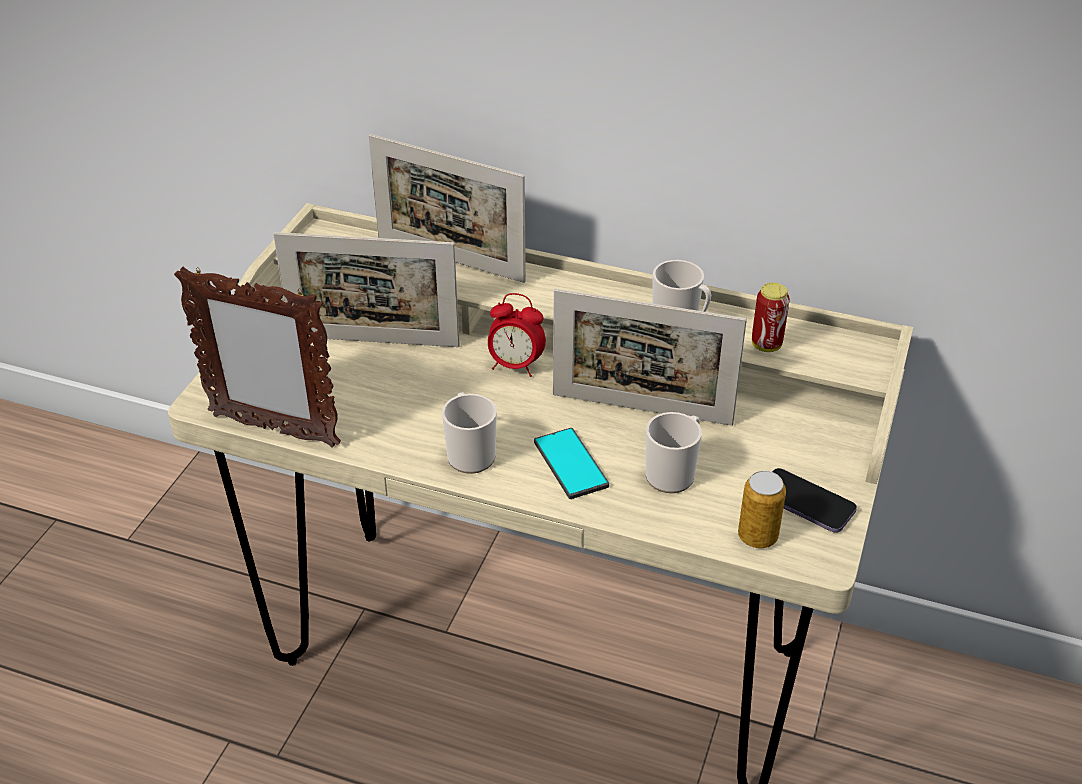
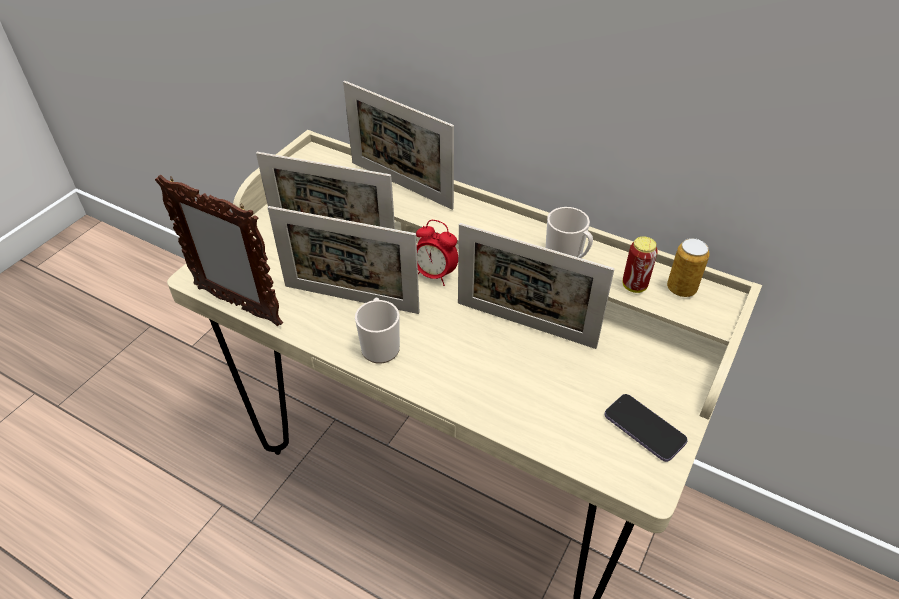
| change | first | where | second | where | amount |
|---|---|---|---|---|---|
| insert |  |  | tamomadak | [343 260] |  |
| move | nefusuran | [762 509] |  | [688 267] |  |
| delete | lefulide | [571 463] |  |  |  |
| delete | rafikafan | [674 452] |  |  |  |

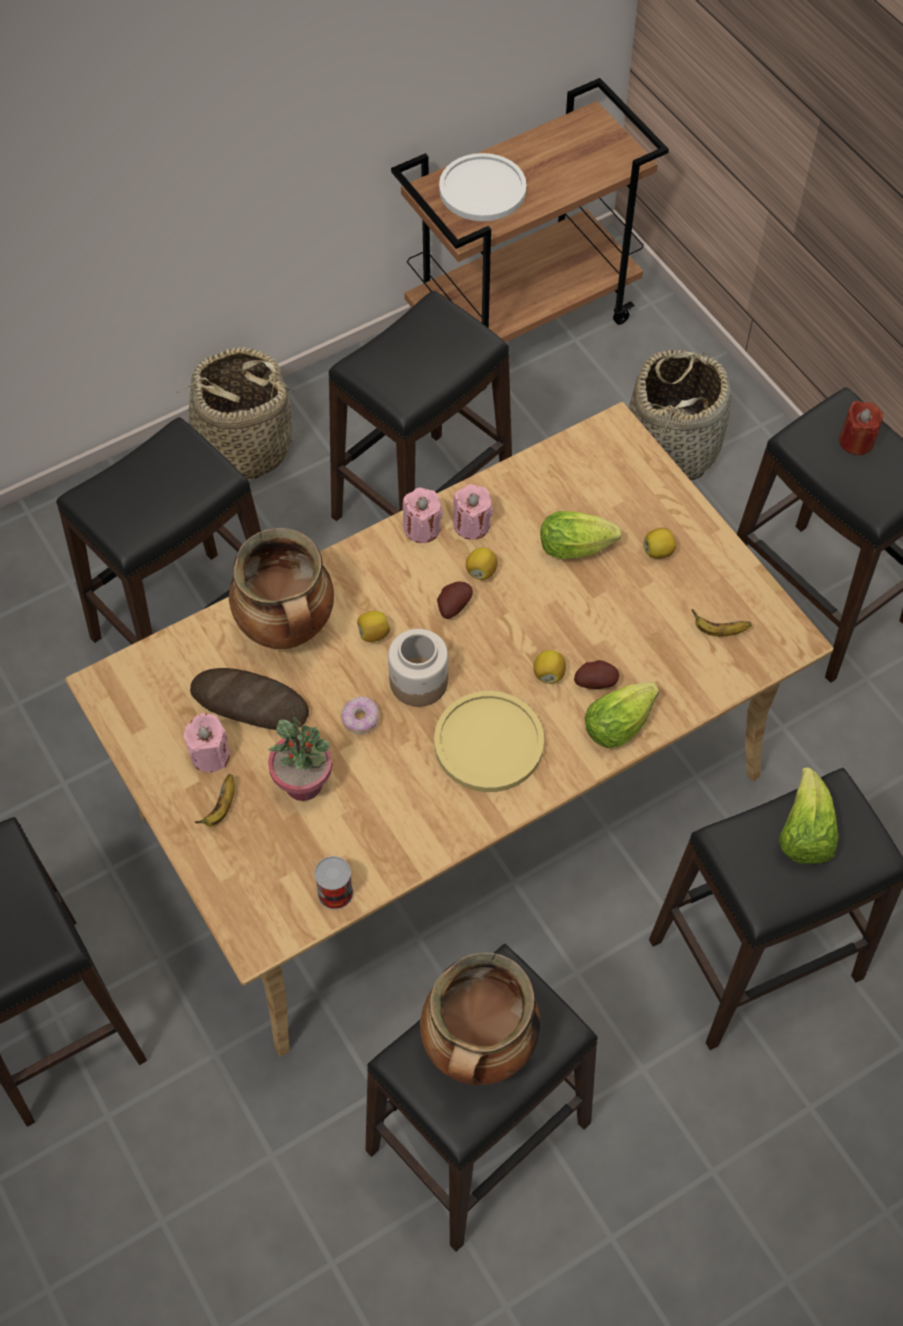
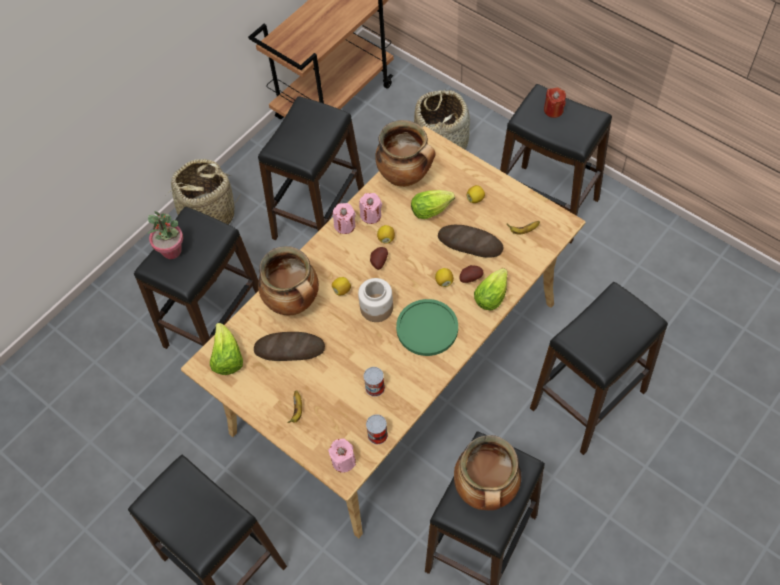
| change | first | where | second | where | amount |
|---|---|---|---|---|---|
| move | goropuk | [300 758] |  | [165 235] |  |
| move | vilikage | [809 816] |  | [226 349] |  |
| move | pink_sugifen | [206 743] |  | [342 456] |  |
| insert |  |  | nefusuran | [374 382] |  |
| insert |  |  | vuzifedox | [405 153] |  |
| recolor | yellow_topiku | [489 741] | green_topiku | [427 327] |  |
| insert |  |  | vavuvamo | [470 241] |  |
| delete | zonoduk | [360 715] |  |  |  |
| delete | white_topiku | [482 187] |  |  |  |

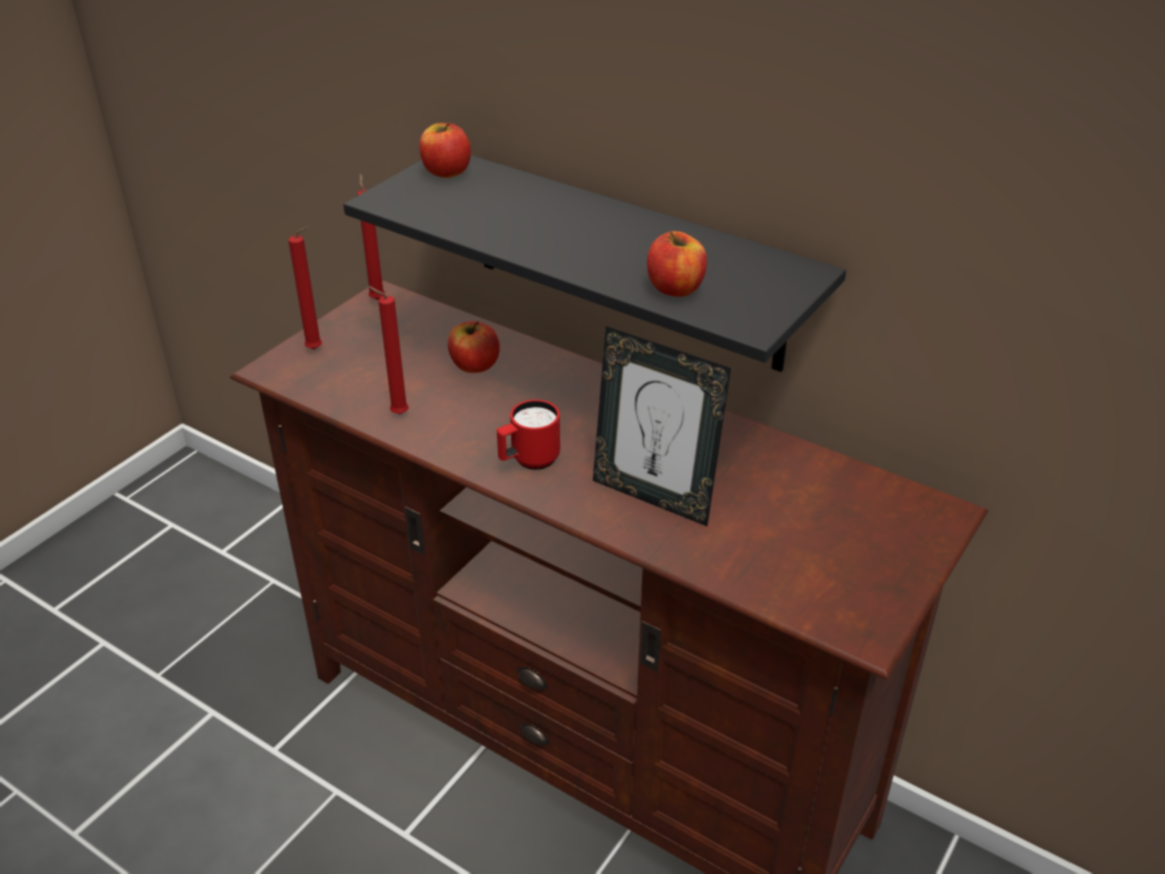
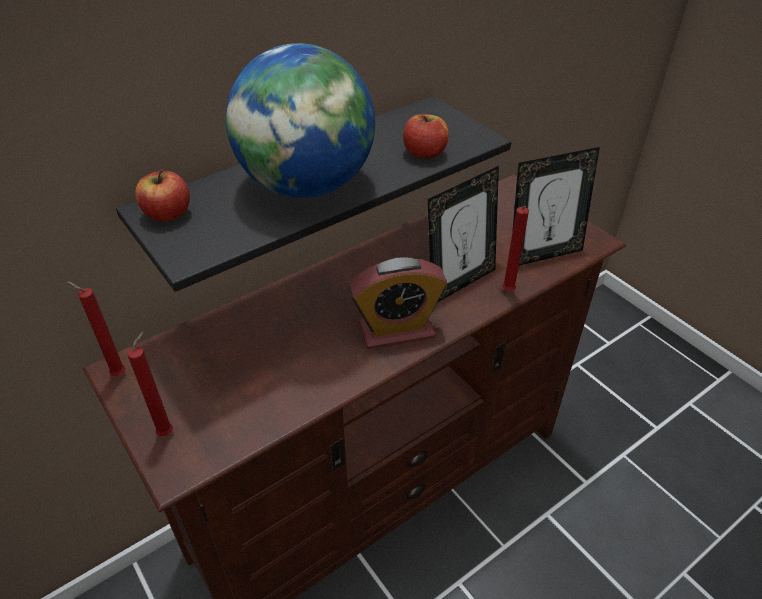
| change | first | where | second | where | amount |
|---|---|---|---|---|---|
| insert |  |  | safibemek | [300 120] |  |
| replace | red_rafikafan | [528 435] | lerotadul | [398 303] |  |
| move | red_sugifen | [388 350] |  | [515 248] |  |
| insert |  |  | tamomadak | [556 206] |  |
| delete | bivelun | [474 347] |  |  |  |

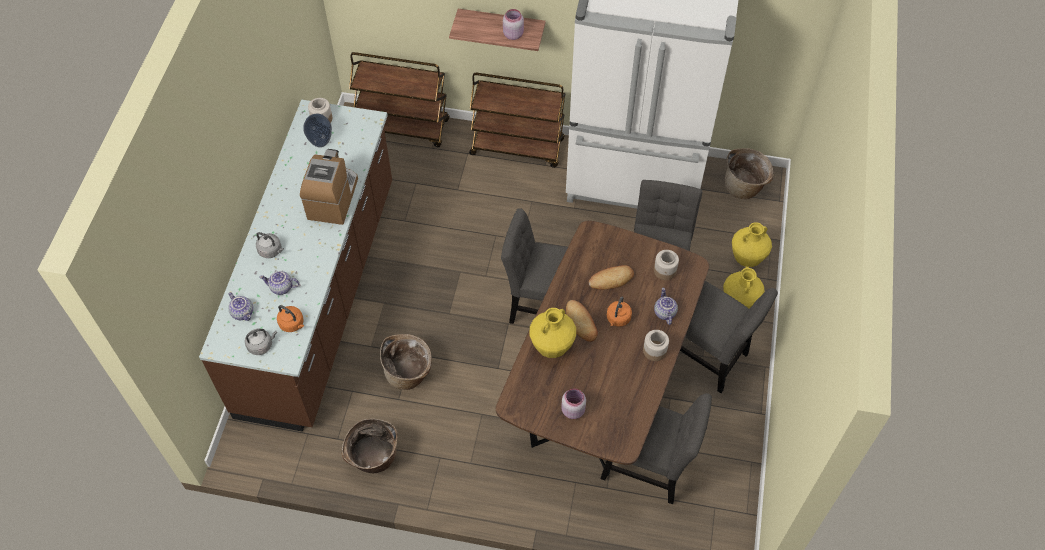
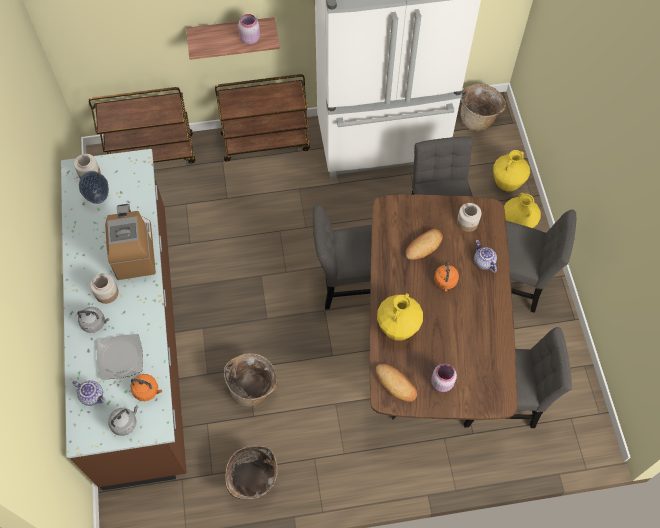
| change | first | where | second | where | amount |
|---|---|---|---|---|---|
| move | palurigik | [656 345] |  | [104 288] |  |
| replace | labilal | [279 283] | topiku | [120 356] |  |
| move | vavuvamo | [582 321] |  | [396 383] |  |

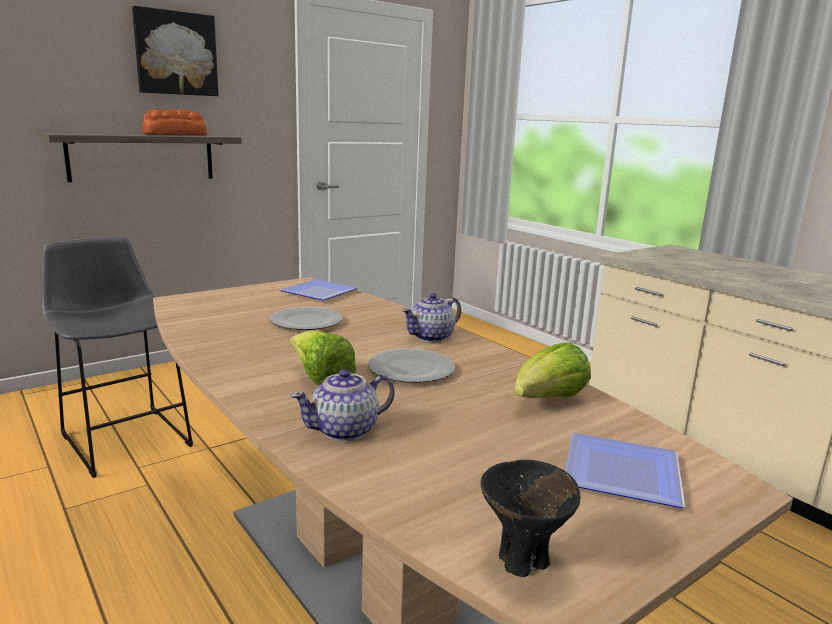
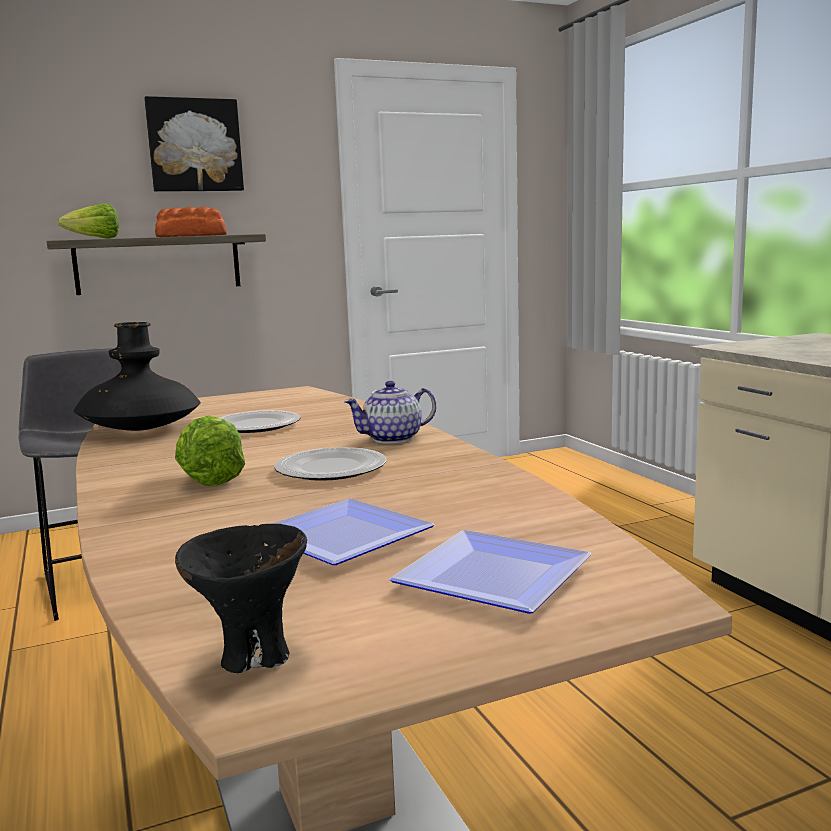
| change | first | where | second | where | amount |
|---|---|---|---|---|---|
| move | vilikage | [553 370] |  | [88 221] |  |
| insert |  |  | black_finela | [137 376] |  |
| move | topiku | [319 289] |  | [353 532] |  |
| delete | labilal | [342 405] |  |  |  |

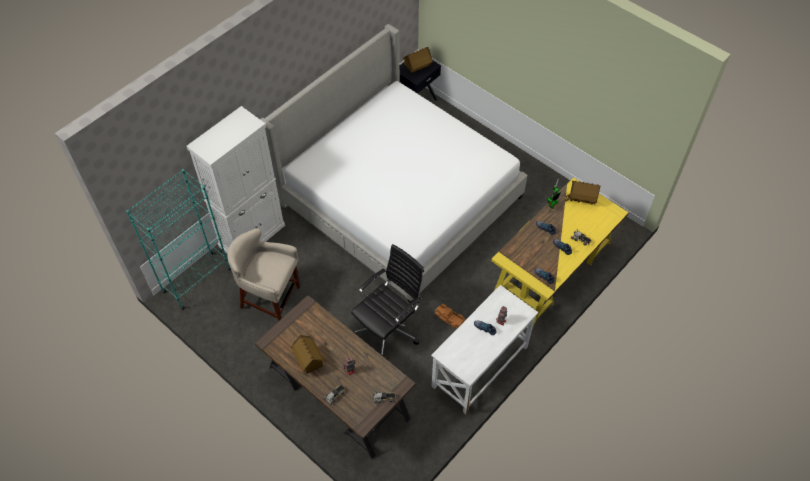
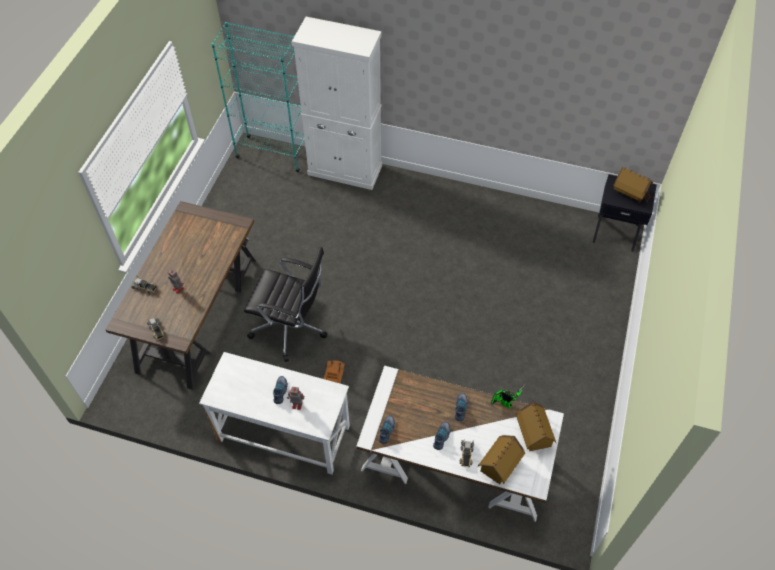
| change | first | where | second | where | amount |
|---|---|---|---|---|---|
| recolor | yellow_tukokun | [560 252] | white_tukokun | [460 444] |  |
| move | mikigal | [308 354] |  | [501 459] |  |
| delete | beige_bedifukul | [263 274] |  |  |  |
| delete | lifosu | [394 163] |  |  |  |

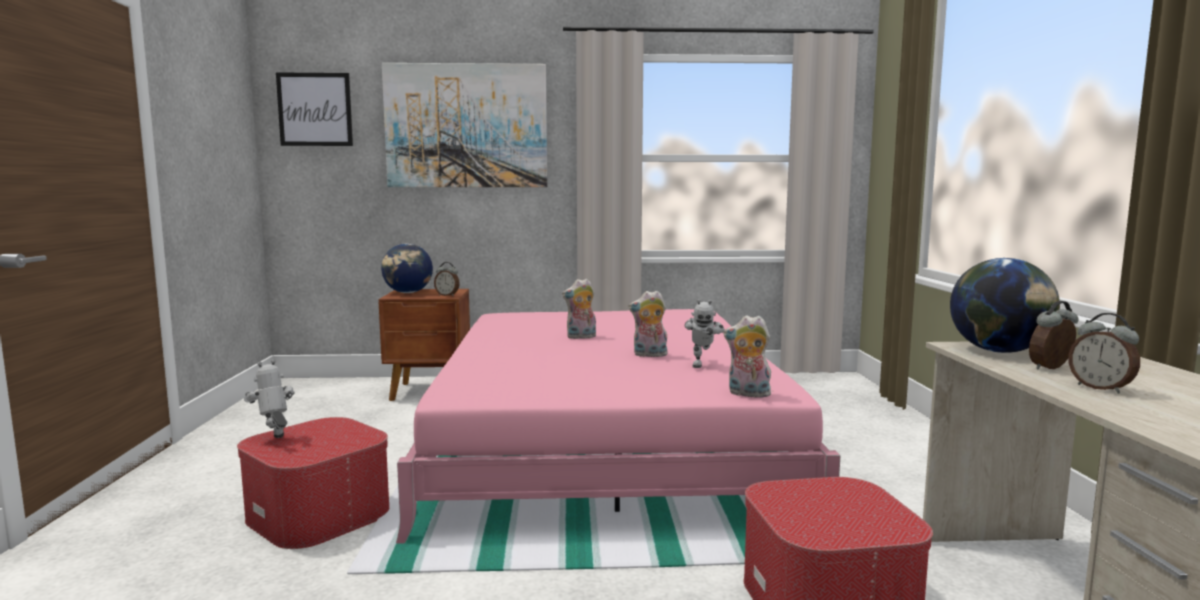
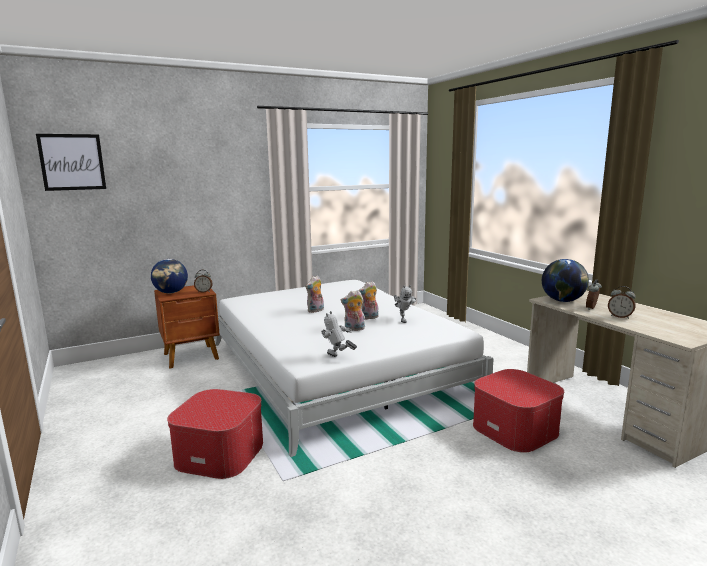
| change | first | where | second | where | amount |
|---|---|---|---|---|---|
| recolor | pink_lifosu | [618 426] | white_lifosu | [354 368] |  |
| move | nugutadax | [269 399] |  | [339 334] |  |
| move | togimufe | [747 357] |  | [353 310] |  |
| delete | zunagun | [464 125] |  |  |  |

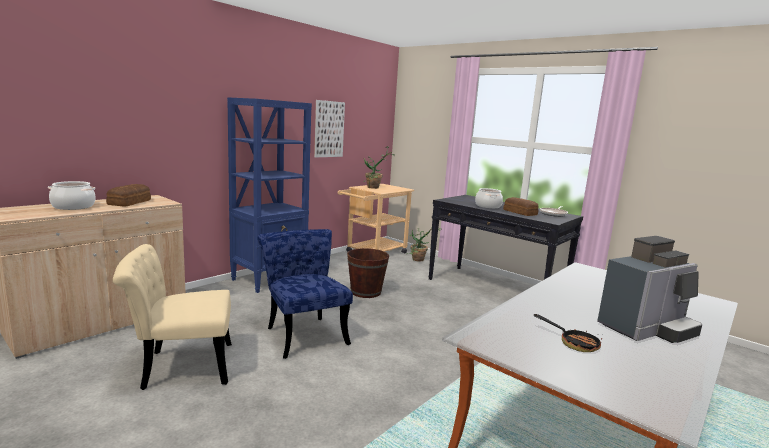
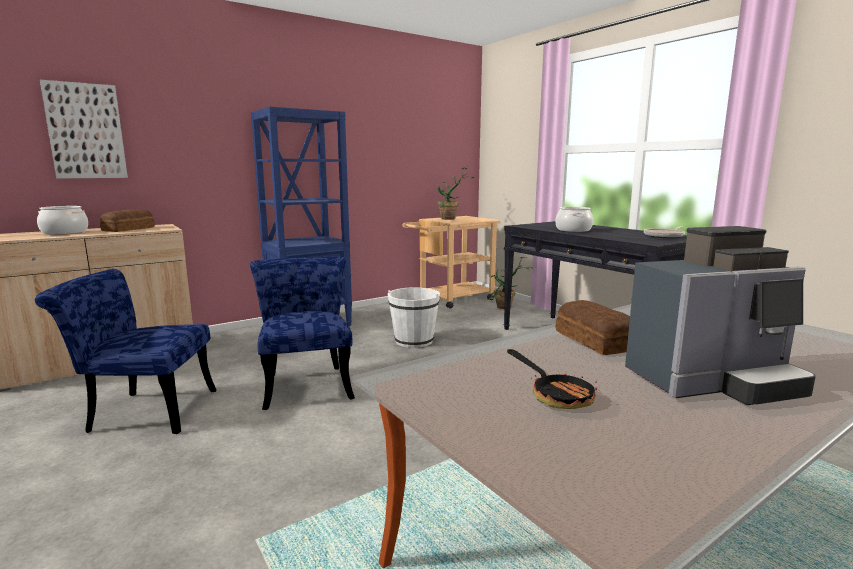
| change | first | where | second | where | amount |
|---|---|---|---|---|---|
| recolor | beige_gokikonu | [172 317] | blue_gokikonu | [125 351] |  |
| move | zunagun | [329 128] |  | [84 129] |  |
| recolor | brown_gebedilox | [368 273] | white_gebedilox | [414 317] |  |
| move | vavuvamo | [521 206] |  | [592 327] |  |

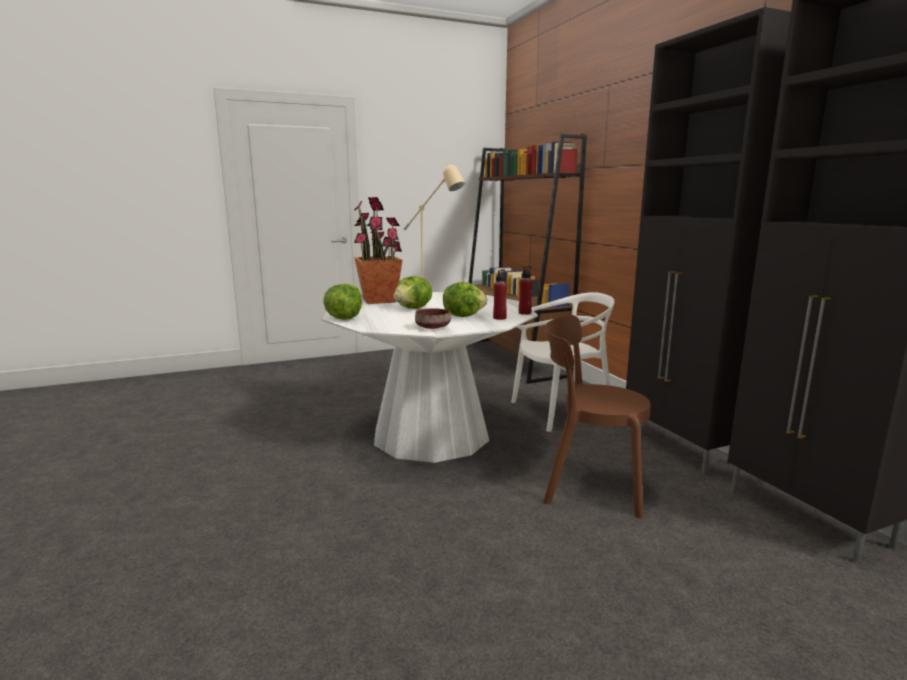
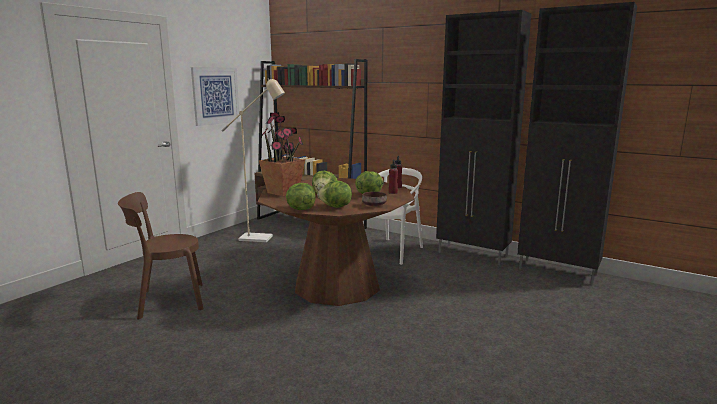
| change | first | where | second | where | amount |
|---|---|---|---|---|---|
| move | brown_gokikonu | [597 416] |  | [161 255] |  |
| insert |  |  | zunagun | [215 96] |  |
| recolor | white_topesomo | [429 377] | brown_topesomo | [336 242] |  |
| insert |  |  | vilikage | [334 194] |  |

